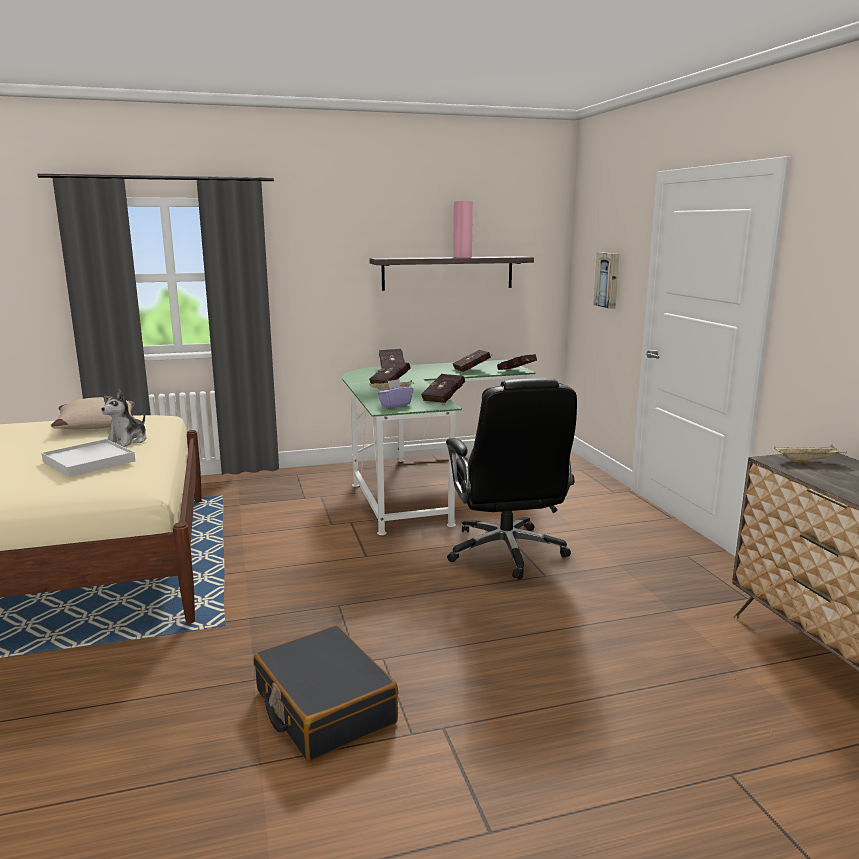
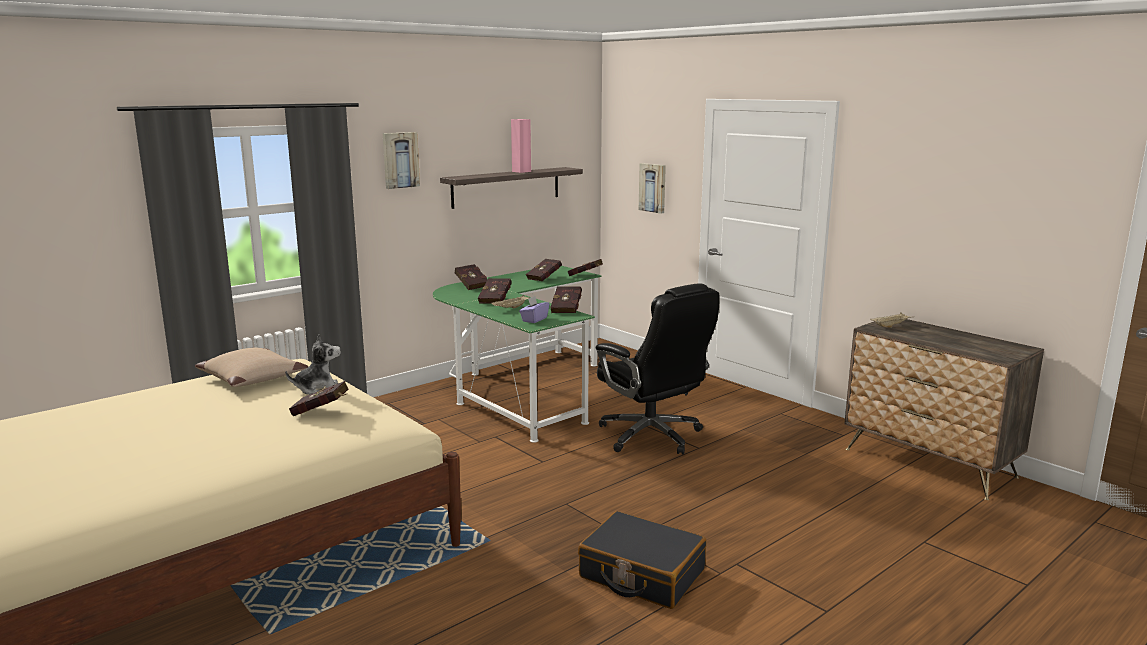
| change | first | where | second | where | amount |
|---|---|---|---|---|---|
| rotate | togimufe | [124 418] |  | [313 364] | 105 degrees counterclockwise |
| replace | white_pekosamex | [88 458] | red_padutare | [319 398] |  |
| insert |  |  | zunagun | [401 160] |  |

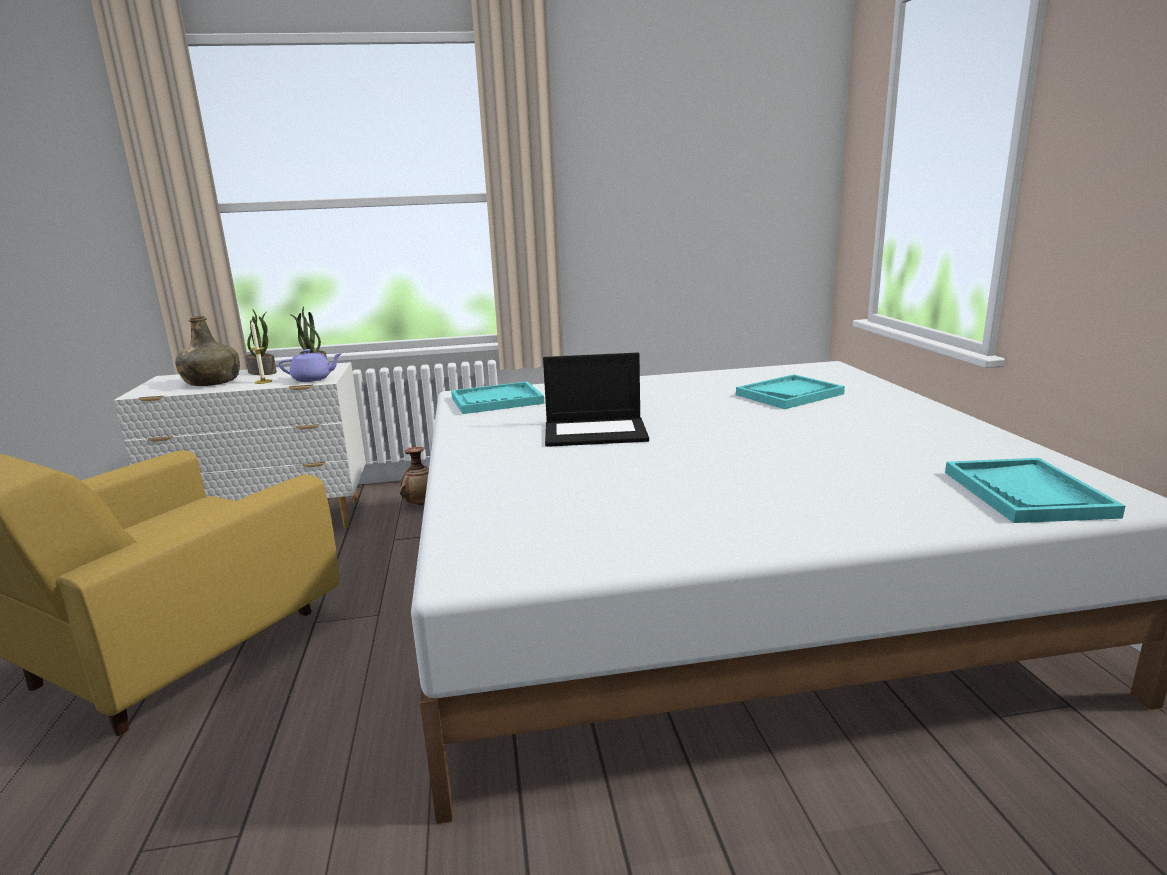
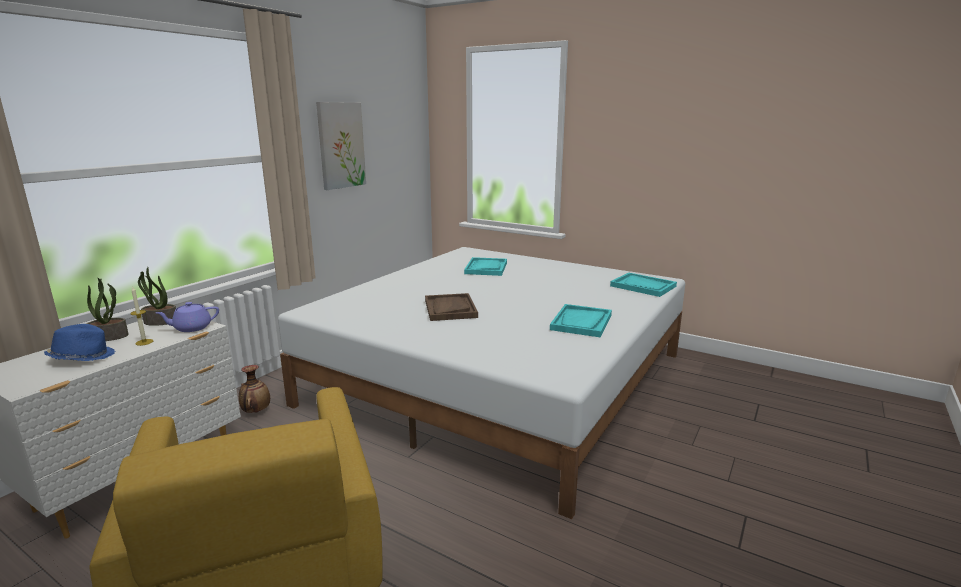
| change | first | where | second | where | amount |
|---|---|---|---|---|---|
| replace | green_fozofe | [207 351] | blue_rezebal | [80 342] |  |
| rotate | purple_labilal | [310 365] |  | [187 317] | 150 degrees counterclockwise |
| insert |  |  | zunagun | [341 146] |  |
| replace | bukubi | [596 399] | brown_pekosamex | [451 307] |  |
| move | turquoise_pekosamex | [498 397] |  | [581 321] |  |

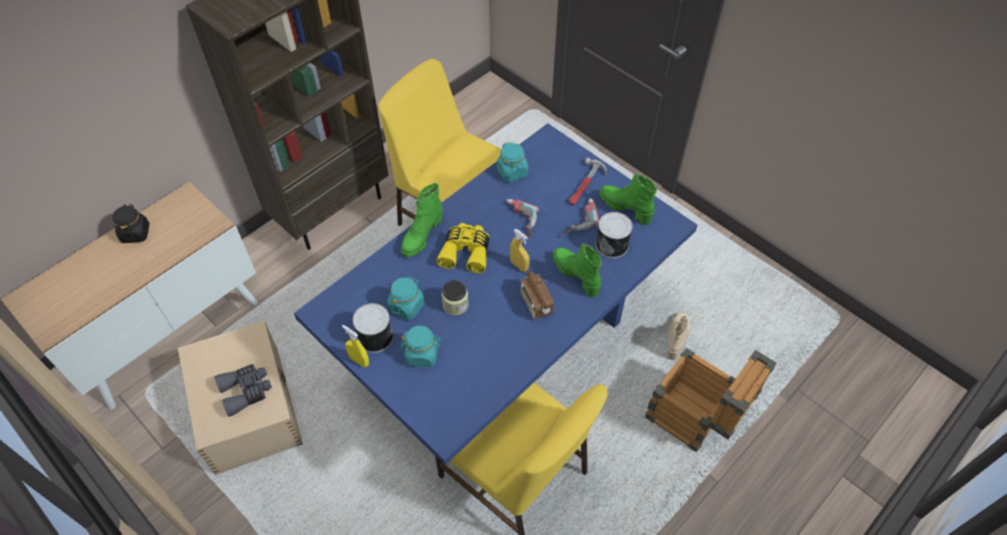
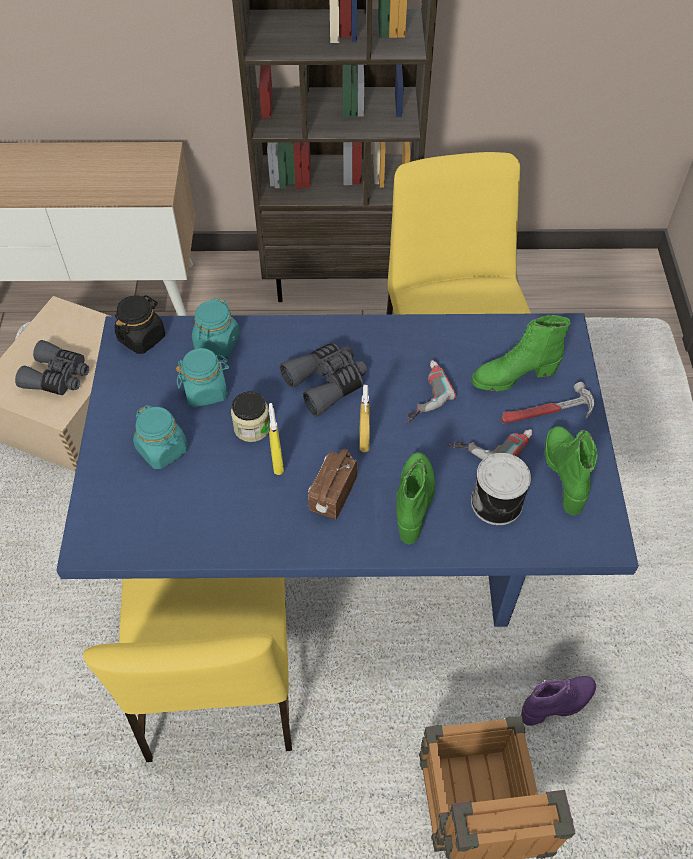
| change | first | where | second | where | amount |
|---|---|---|---|---|---|
| move | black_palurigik | [131 223] |  | [140 324] |  |
| move | turquoise_palurigik | [512 162] |  | [216 328] |  |
| move | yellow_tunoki | [355 346] |  | [276 439] |  |
| recolor | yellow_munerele | [463 248] | grey_munerele | [323 380] |  |
| move | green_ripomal | [422 220] |  | [521 353] |  |
| recolor | beige_ripomal | [678 336] | purple_ripomal | [558 701] |  |
| delete | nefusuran | [373 328] |  |  |  |

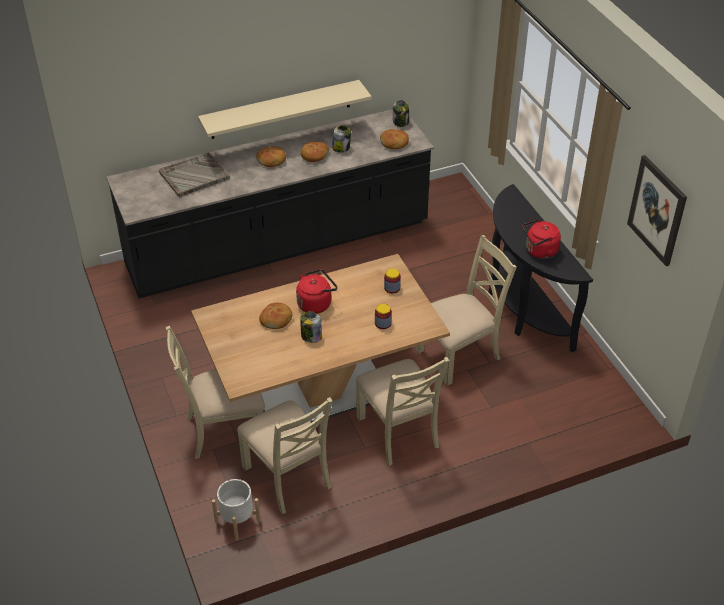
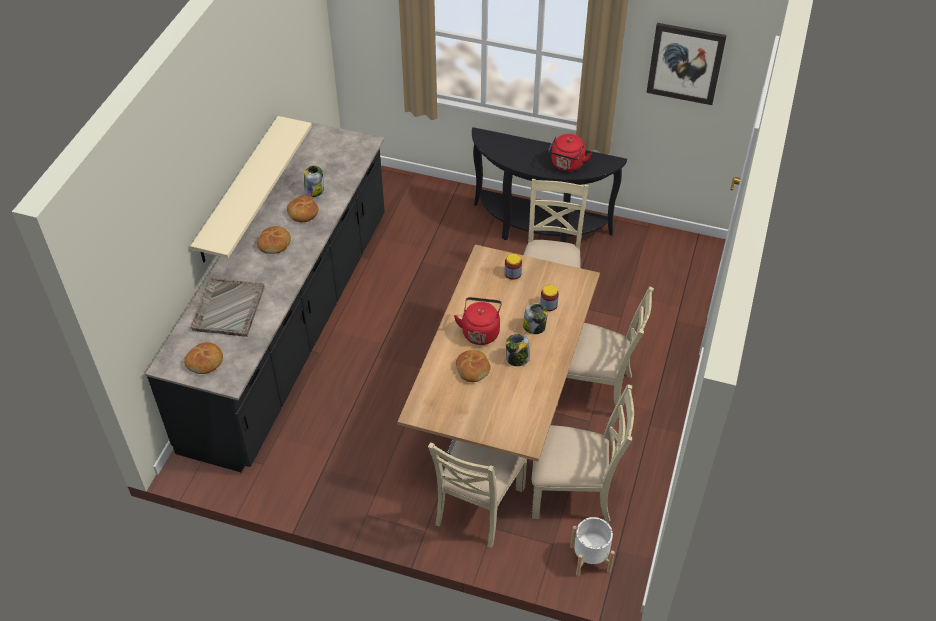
| change | first | where | second | where | amount |
|---|---|---|---|---|---|
| move | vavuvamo | [394 139] |  | [203 358] |  |
| move | palurigik | [401 113] |  | [535 318] |  |

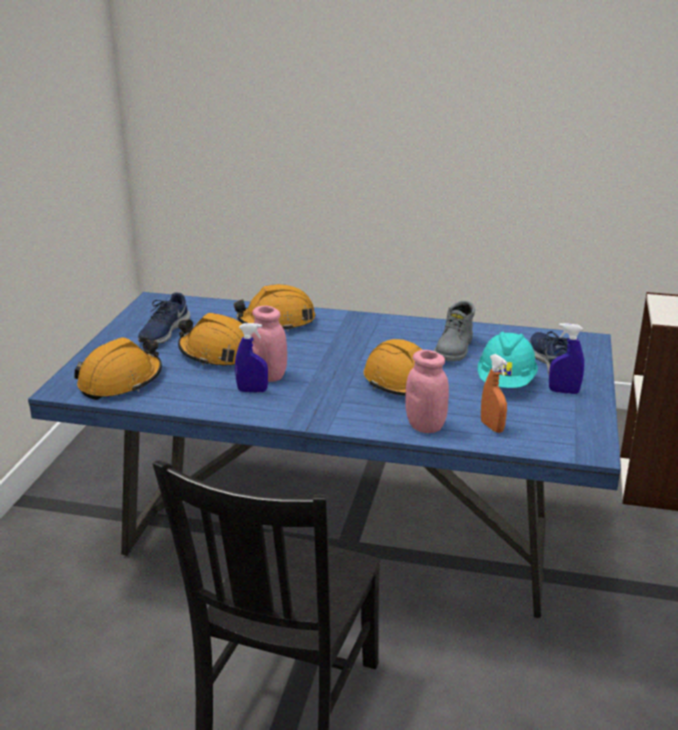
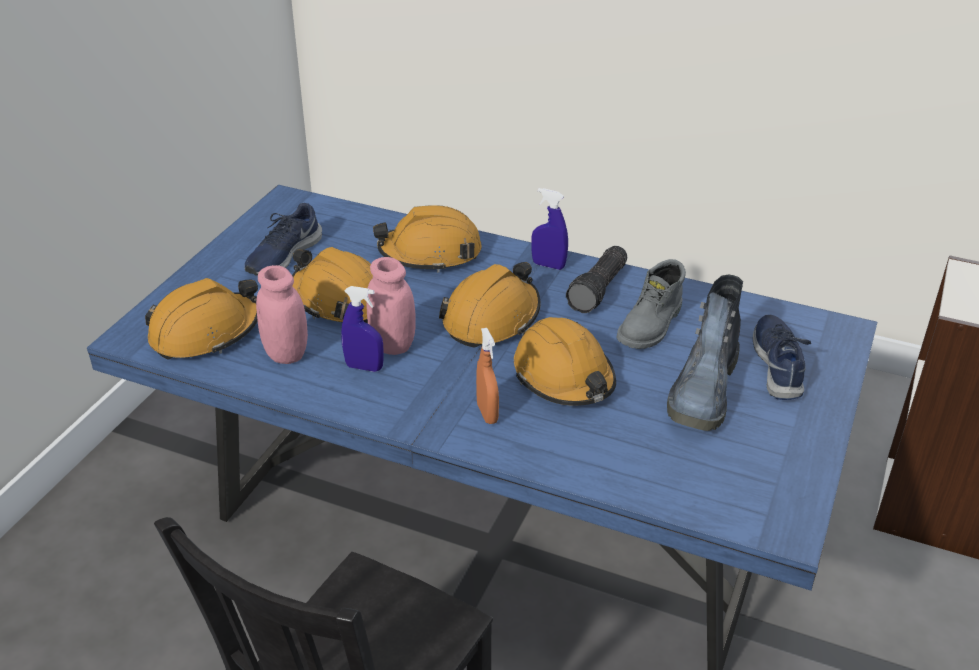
| change | first | where | second | where | amount |
|---|---|---|---|---|---|
| move | pink_palurigik | [427 391] |  | [282 314] |  |
| insert |  |  | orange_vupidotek | [490 304] |  |
| move | orange_tunoki | [494 393] |  | [487 376] |  |
| move | blue_tunoki | [566 358] |  | [549 229] |  |
| insert |  |  | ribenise | [596 279] |  |
| replace | turquoise_vupidotek | [508 360] | ripomal | [705 353] |  |

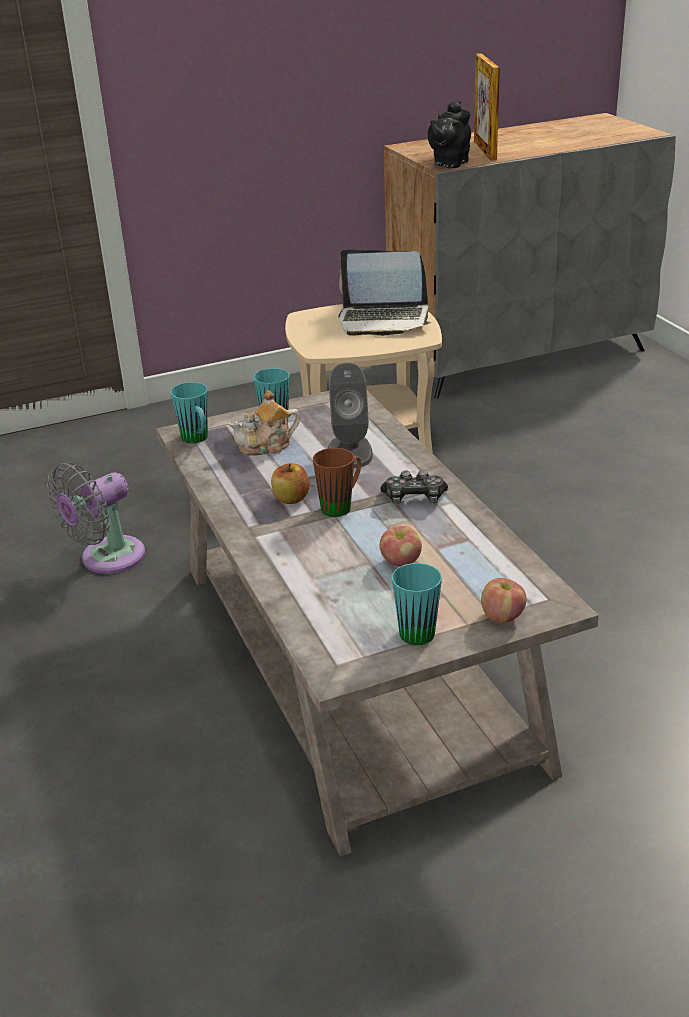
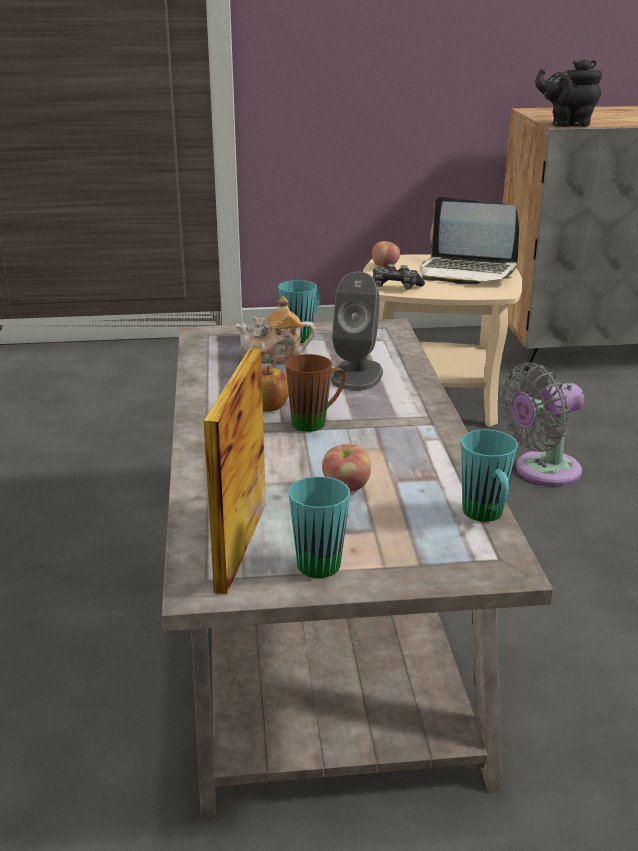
| change | first | where | second | where | amount |
|---|---|---|---|---|---|
| move | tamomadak | [487 107] |  | [235 471] |  |
| move | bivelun | [504 600] |  | [386 254] |  |
| move | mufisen | [414 487] |  | [399 277] |  |
| move | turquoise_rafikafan | [189 412] |  | [489 476] |  |
| move | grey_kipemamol | [96 518] |  | [542 424] |  |
| rotate | black_labilal | [449 134] |  | [568 93] | 45 degrees clockwise |

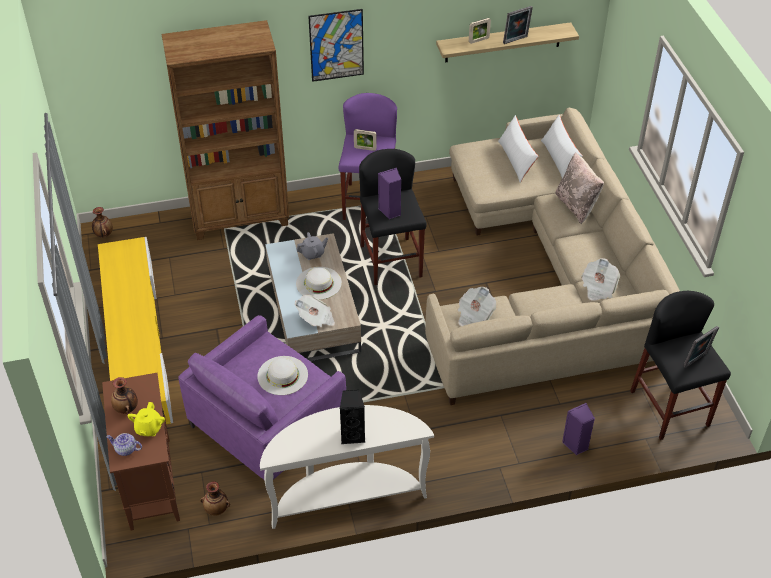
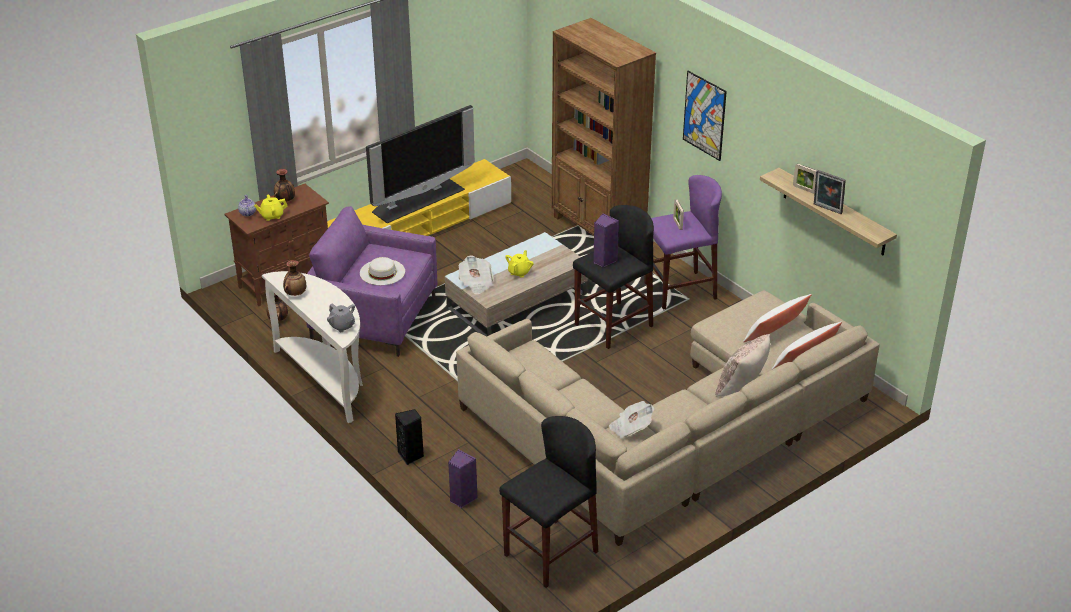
| change | first | where | second | where | amount |
|---|---|---|---|---|---|
| move | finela | [102 222] |  | [294 278] |  |
| move | grey_labilal | [312 246] |  | [341 317] |  |
| insert |  |  | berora | [420 164] |  |
| move | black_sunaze | [353 417] |  | [409 437] |  |
| replace | white_rezebal | [319 283] | yellow_labilal | [519 264] |  |
| delete | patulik | [477 306] |  |  |  |
| delete | tamomadak | [701 347] |  |  |  |

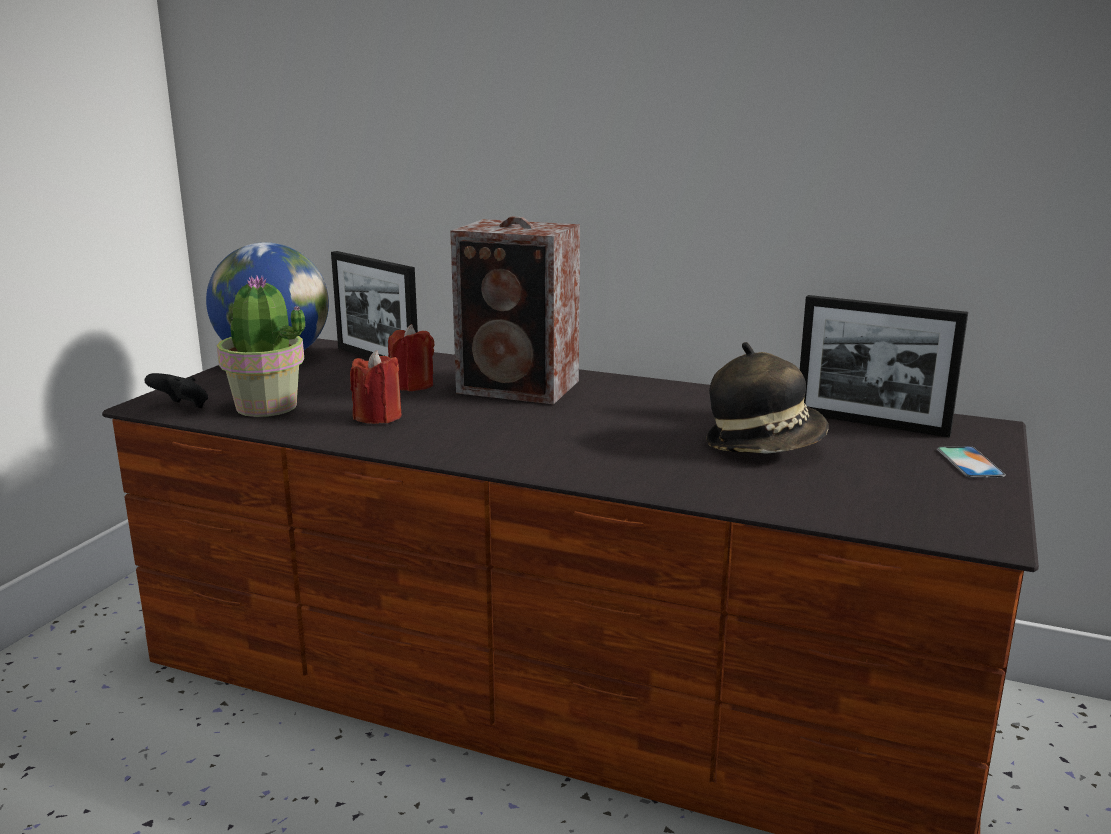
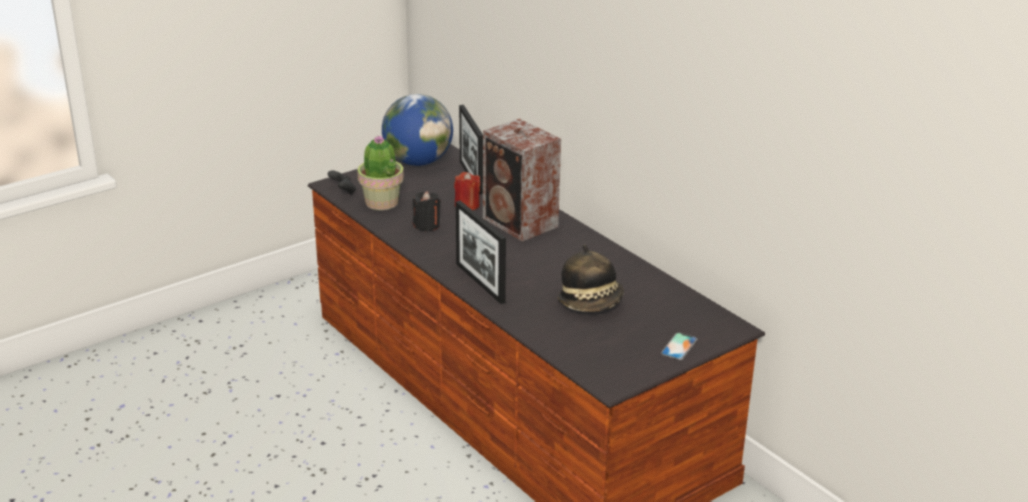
| change | first | where | second | where | amount |
|---|---|---|---|---|---|
| recolor | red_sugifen | [376 387] | black_sugifen | [426 211] |  |
| move | tamomadak | [884 366] |  | [481 252] |  |

